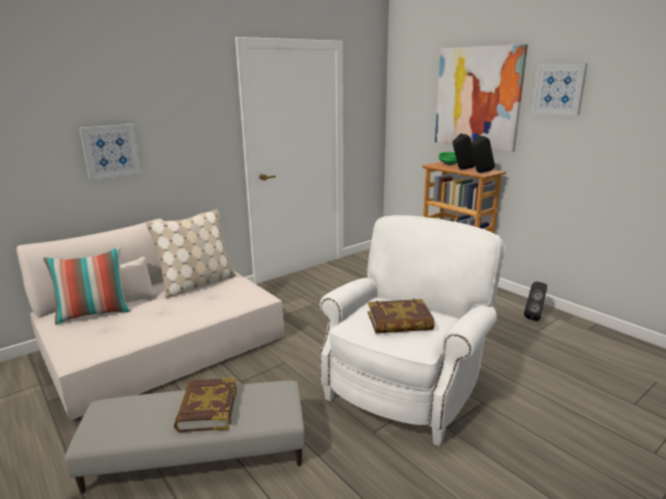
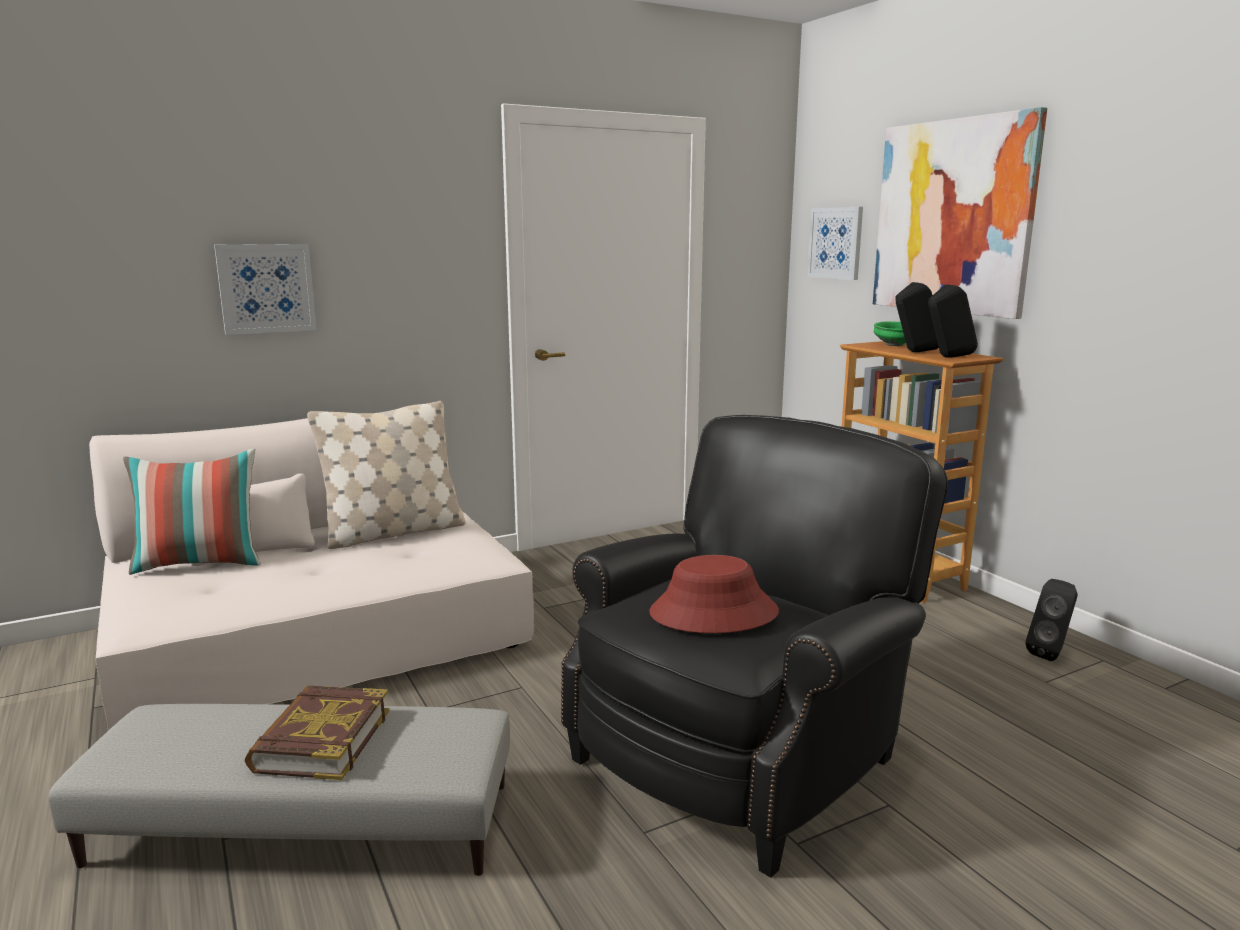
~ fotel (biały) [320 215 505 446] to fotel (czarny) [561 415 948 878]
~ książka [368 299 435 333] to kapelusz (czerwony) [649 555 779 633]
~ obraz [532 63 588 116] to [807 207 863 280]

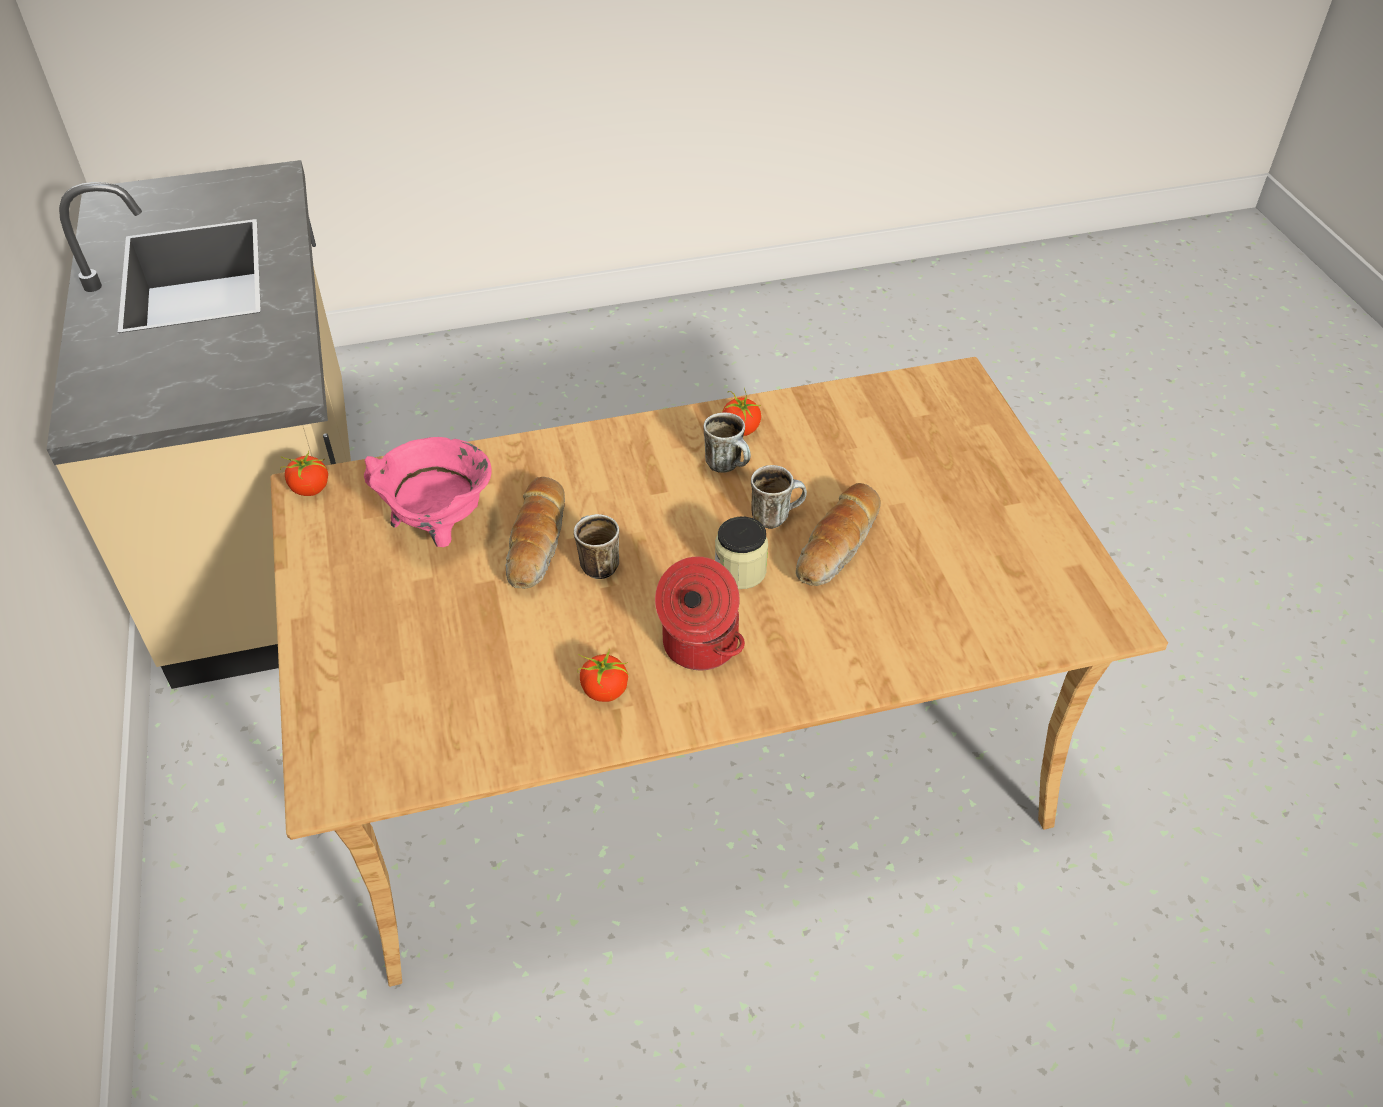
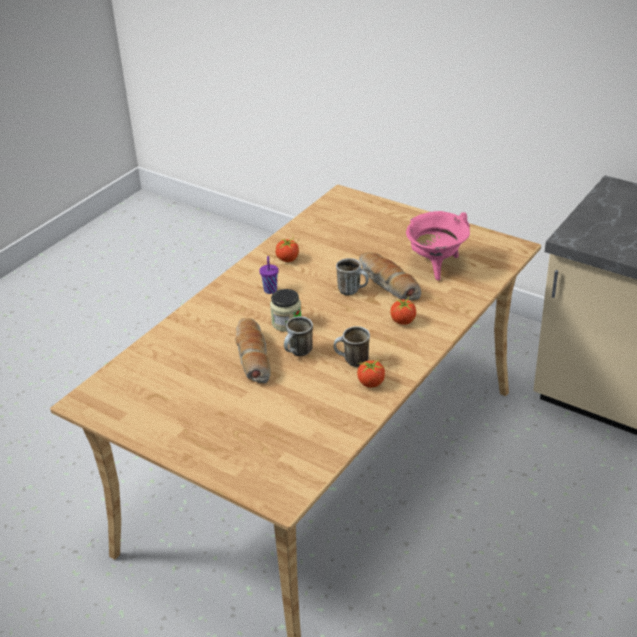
~ garnek [655 556 745 670] to filiżanka (fioletowy) [259 256 279 294]
~ pomidor [280 451 328 496] to [390 294 416 325]

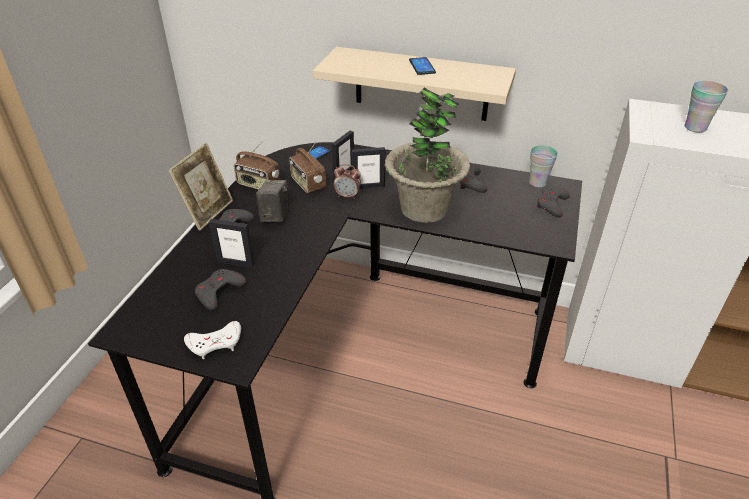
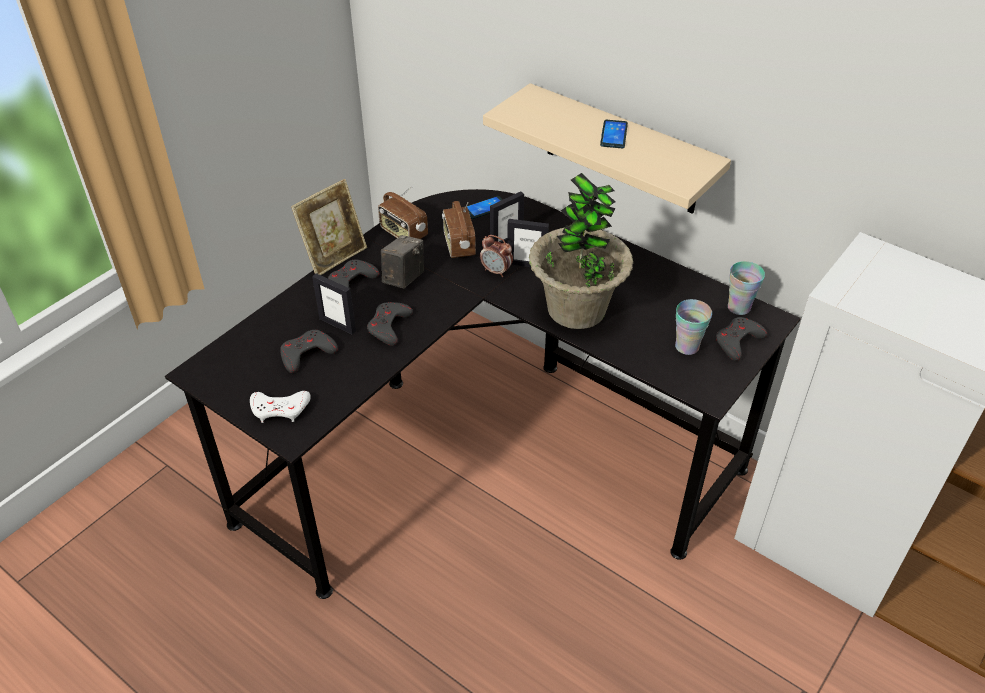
~ pad do gier (szary) [460 166 487 193] to [367 302 413 346]
~ filiżanka [685 81 728 133] to [675 299 712 355]

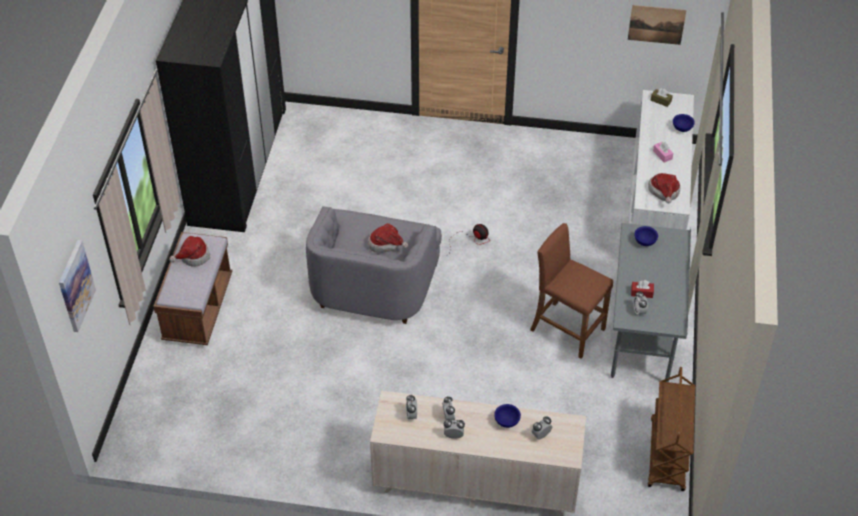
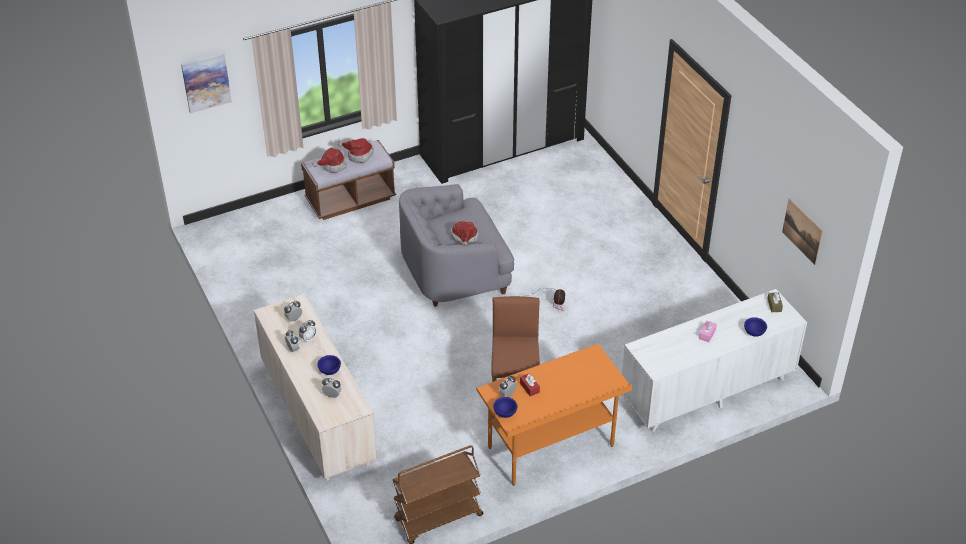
~ kapelusz [648 173 680 203] to [312 147 347 173]
~ biurko (szary) [611 223 691 382] to biurko (pomarańczowy) [476 344 632 486]
~ miska (niebieski) [635 226 658 246] to [493 397 518 418]

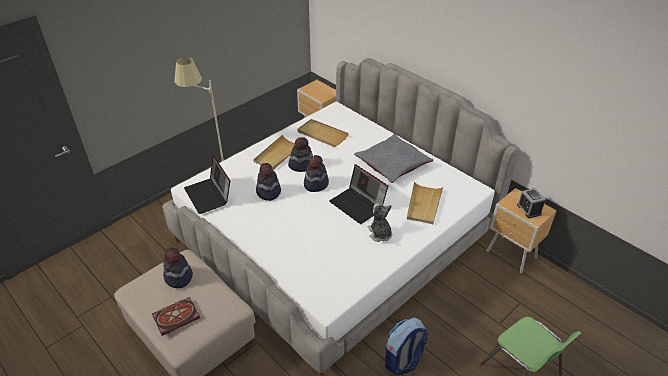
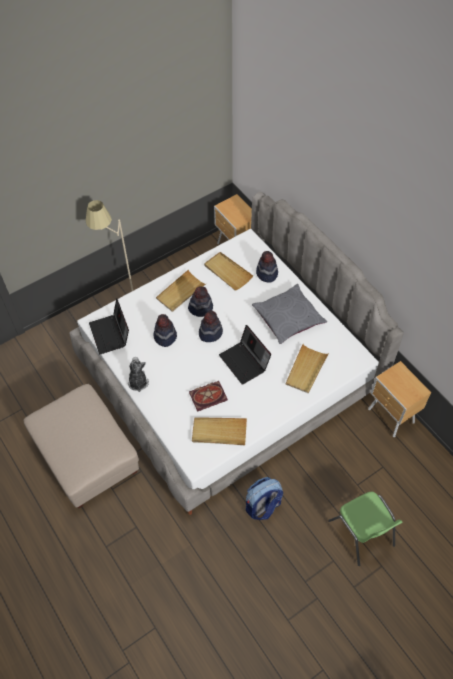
~ pluszak [368 203 392 242] to [128 357 149 392]
~ książka [152 297 200 336] to [189 381 228 412]
+ taca (beżowy) [192 417 247 445]
~ kapelusz [163 247 193 288] to [256 251 278 283]
- budzik [517 188 546 218]

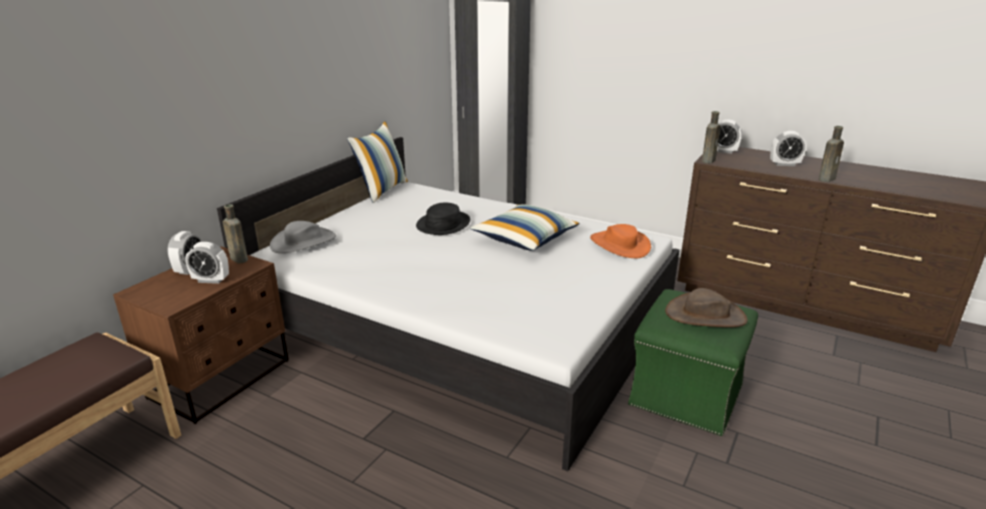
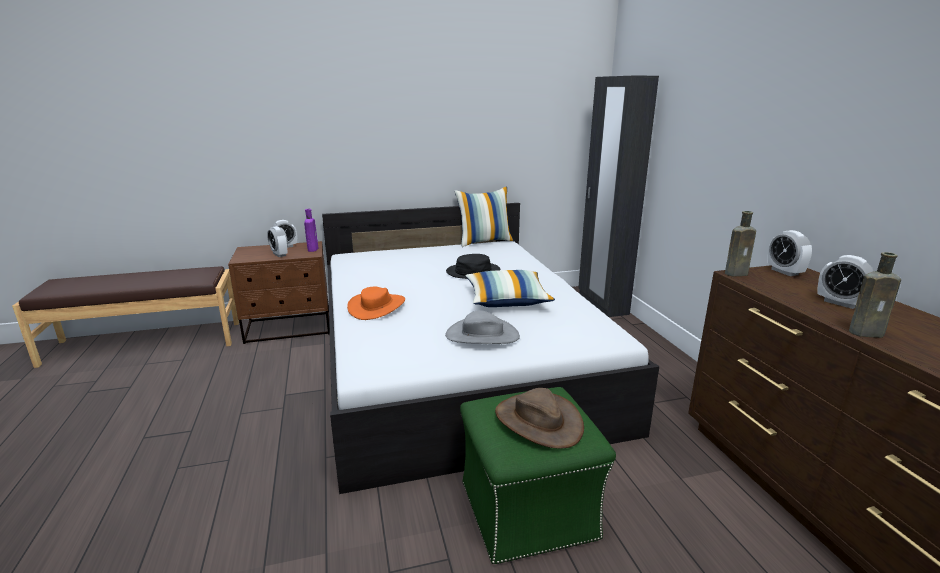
~ butelka (brązowy) [223 204 248 263] to butelka (fioletowy) [304 209 318 252]
~ kapelusz (pomarańczowy) [590 224 651 258] to [347 287 405 320]
~ kapelusz (szary) [270 221 336 253] to [445 310 520 344]

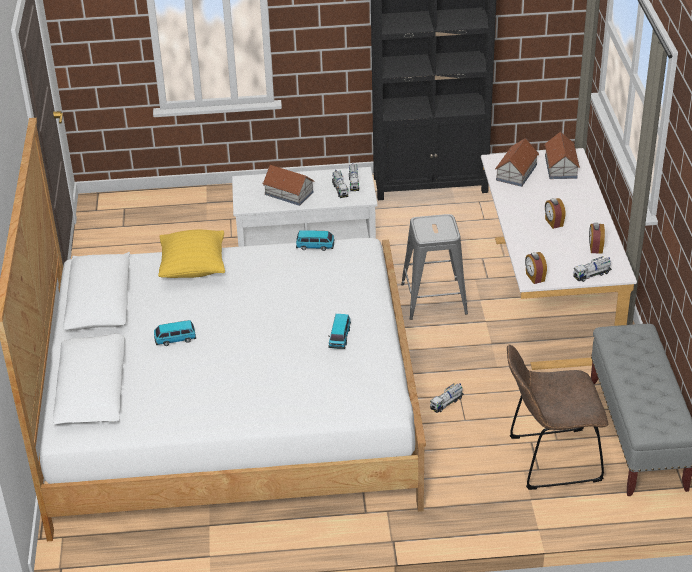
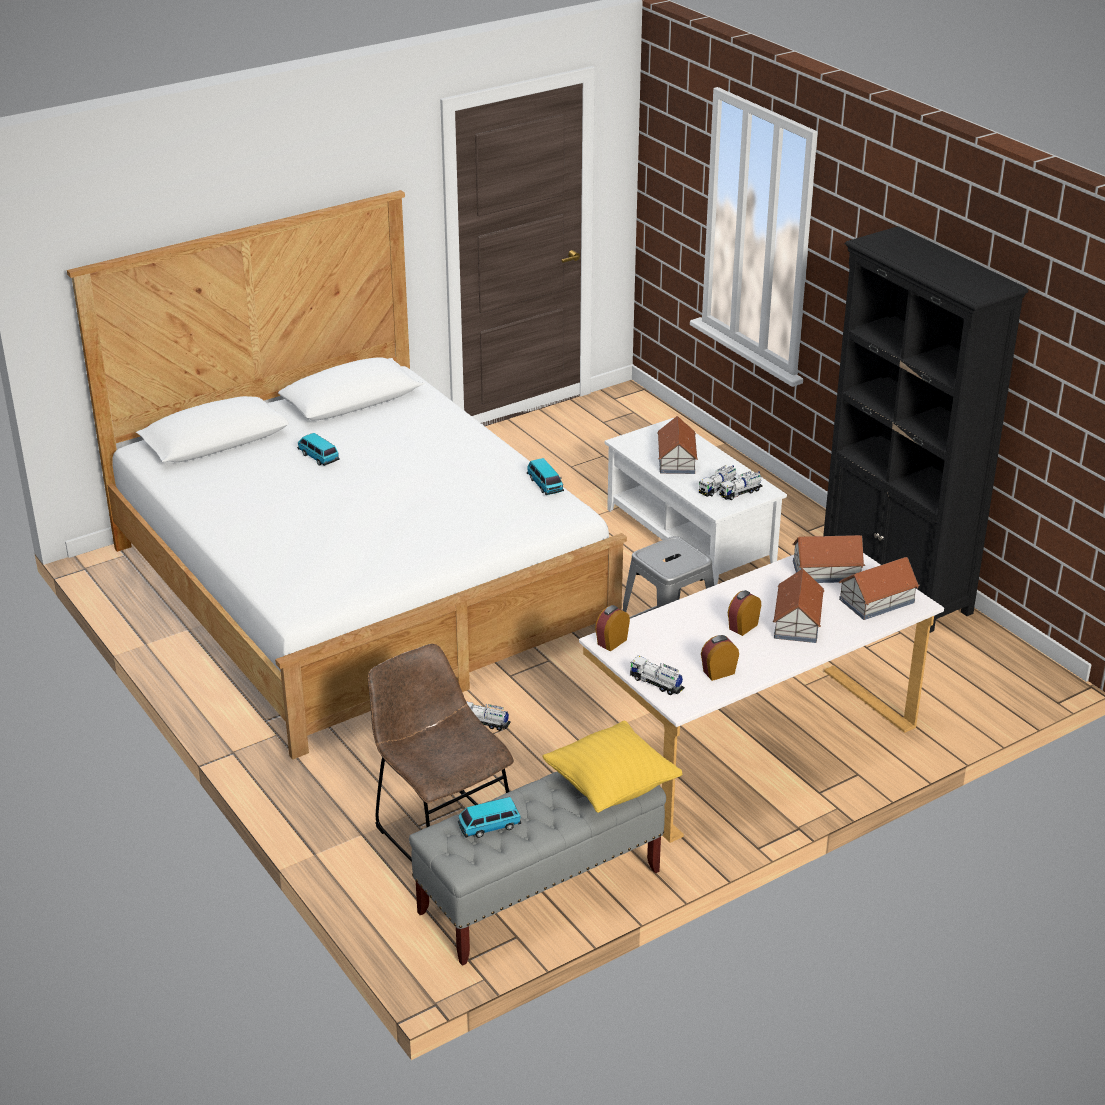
~ samochodzik [328 314 351 349] to [458 797 521 838]
~ poduszka (żółty) [158 230 225 278] to [542 720 683 813]
+ domek [773 569 824 643]

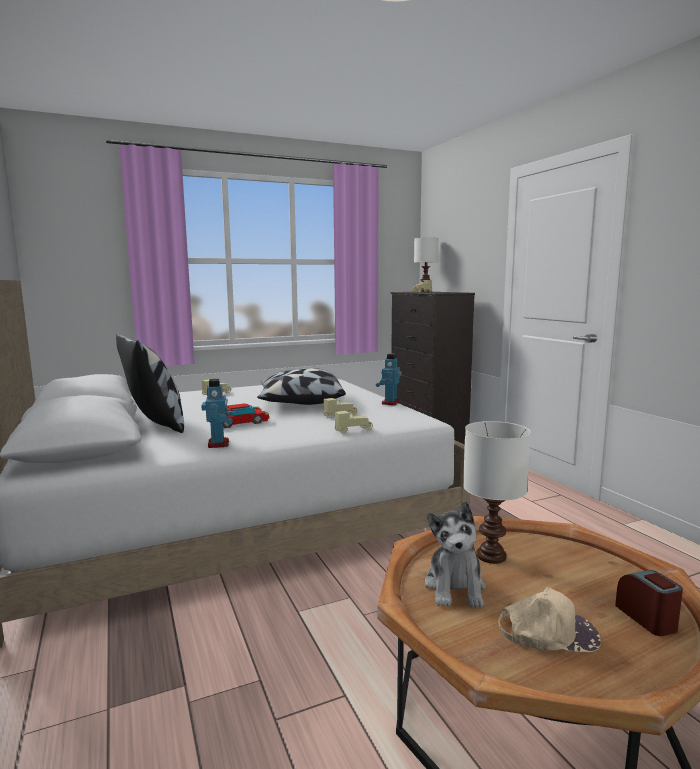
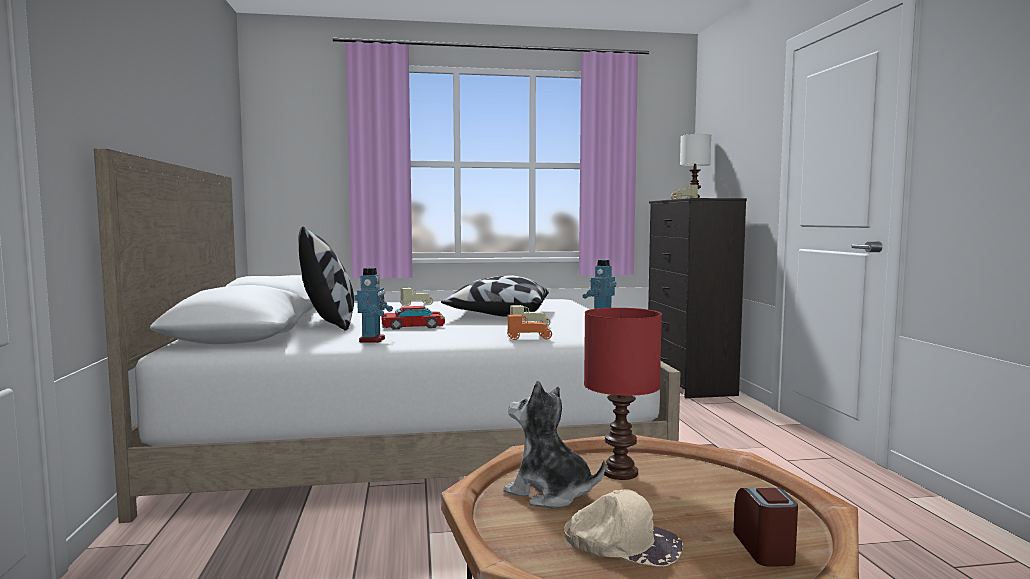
~ pluszak [425 501 486 607] = [503 381 606 508] 105 degrees clockwise
~ samochodzik (beżowy) [335 411 373 434] to samochodzik (pomarańczowy) [507 315 552 340]
~ lampa stołowa (biały) [463 421 531 564] to lampa stołowa (czerwony) [584 308 662 480]

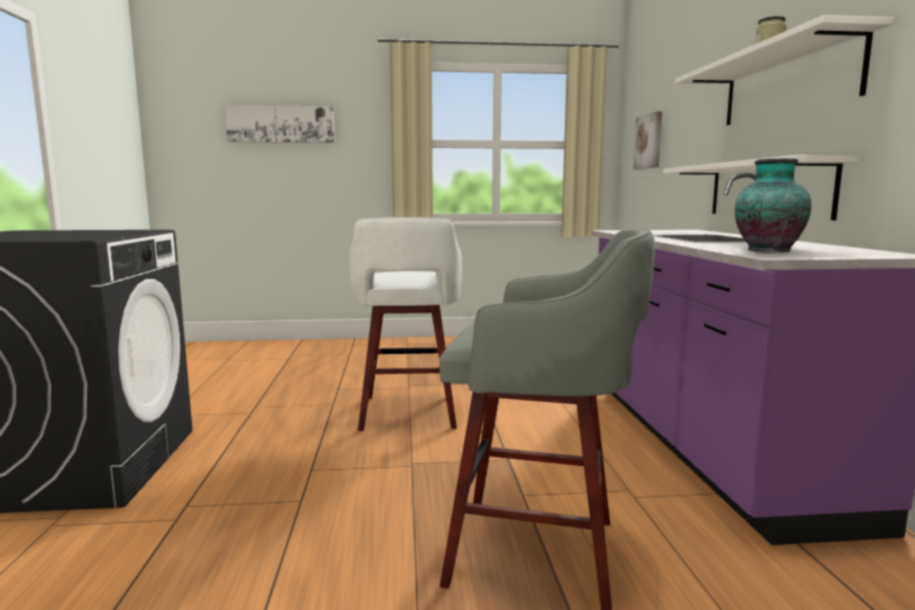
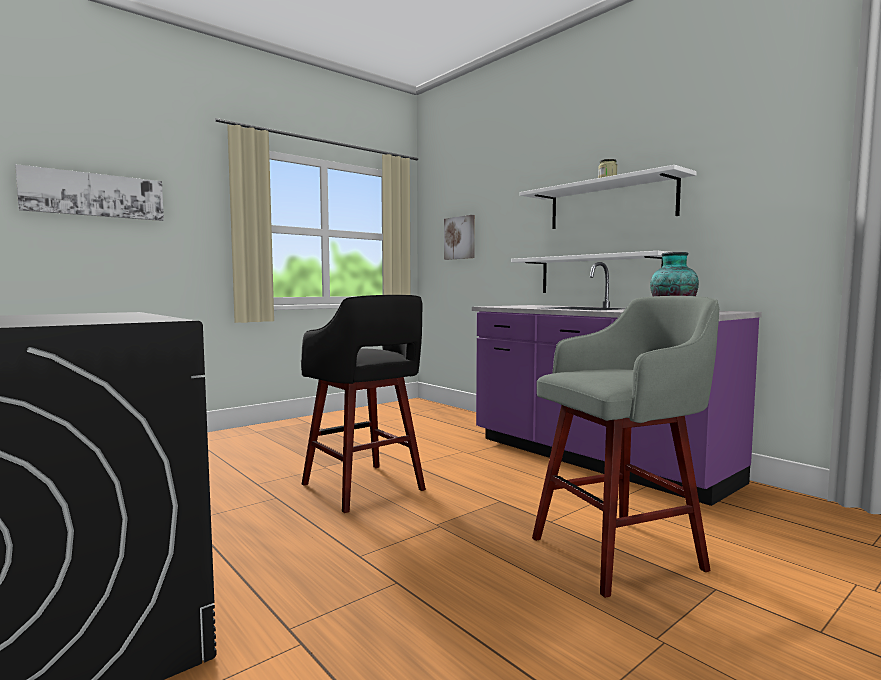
~ stołek (biały) [349 217 462 431] to stołek (czarny) [301 295 426 513]

